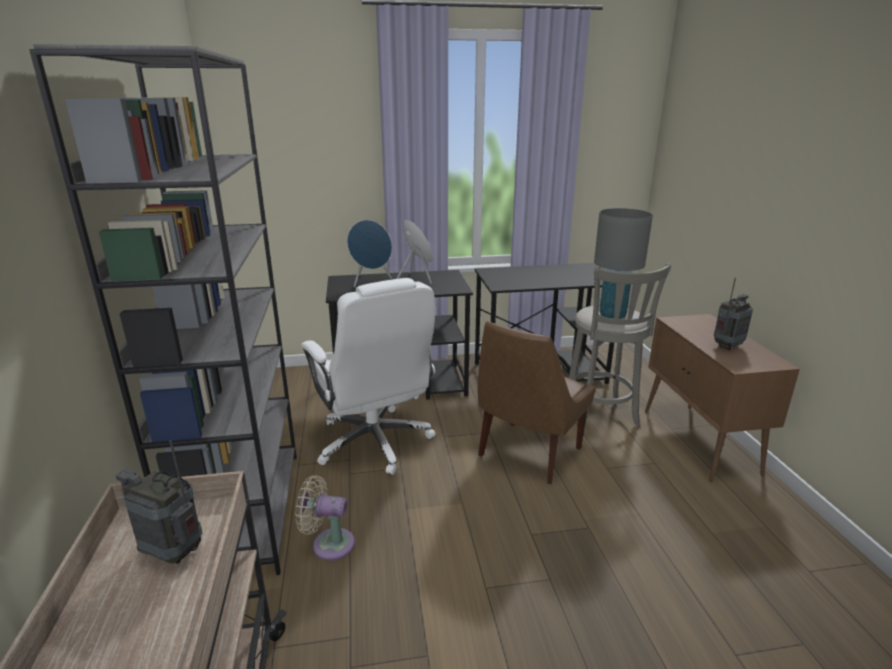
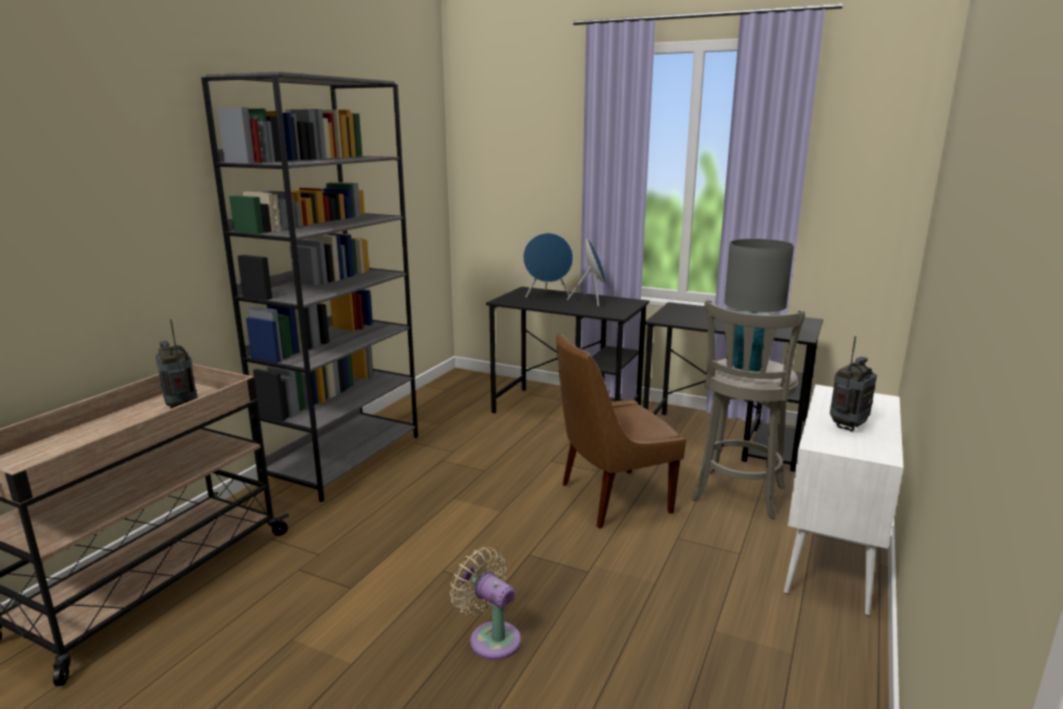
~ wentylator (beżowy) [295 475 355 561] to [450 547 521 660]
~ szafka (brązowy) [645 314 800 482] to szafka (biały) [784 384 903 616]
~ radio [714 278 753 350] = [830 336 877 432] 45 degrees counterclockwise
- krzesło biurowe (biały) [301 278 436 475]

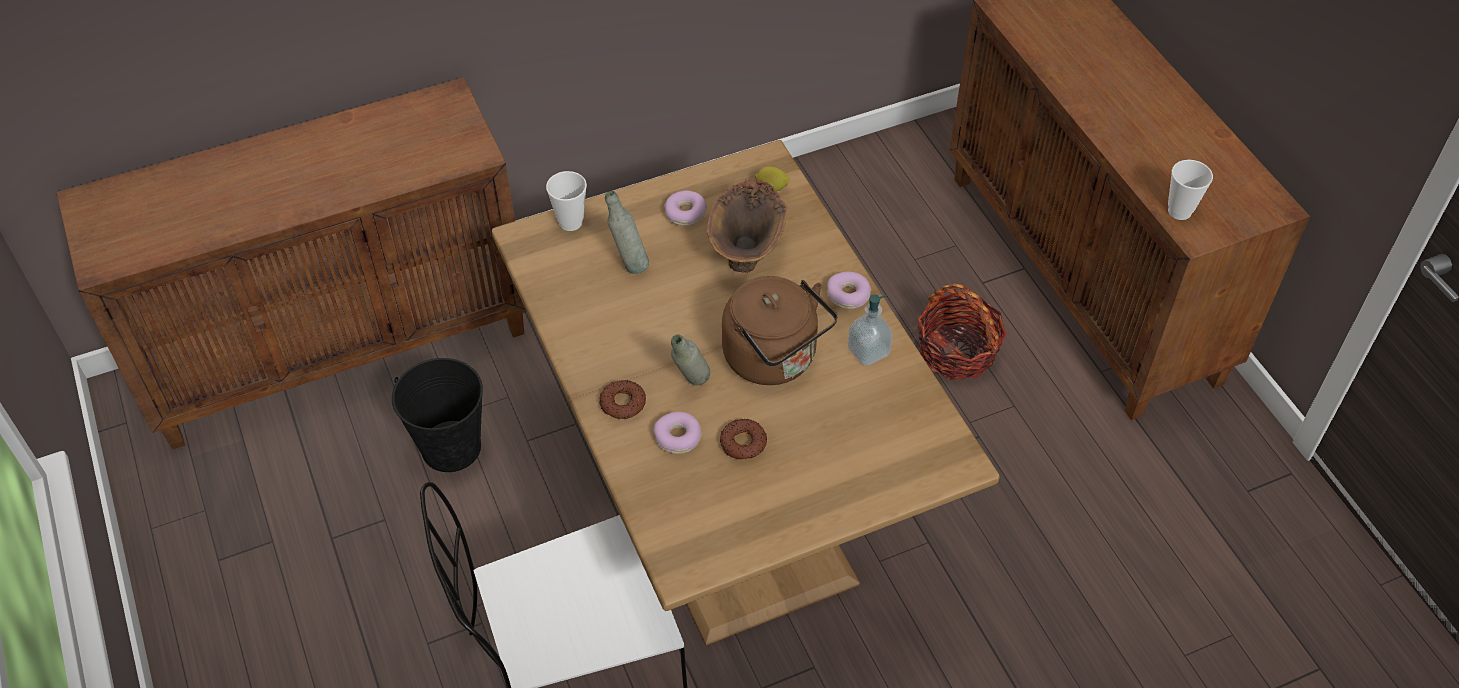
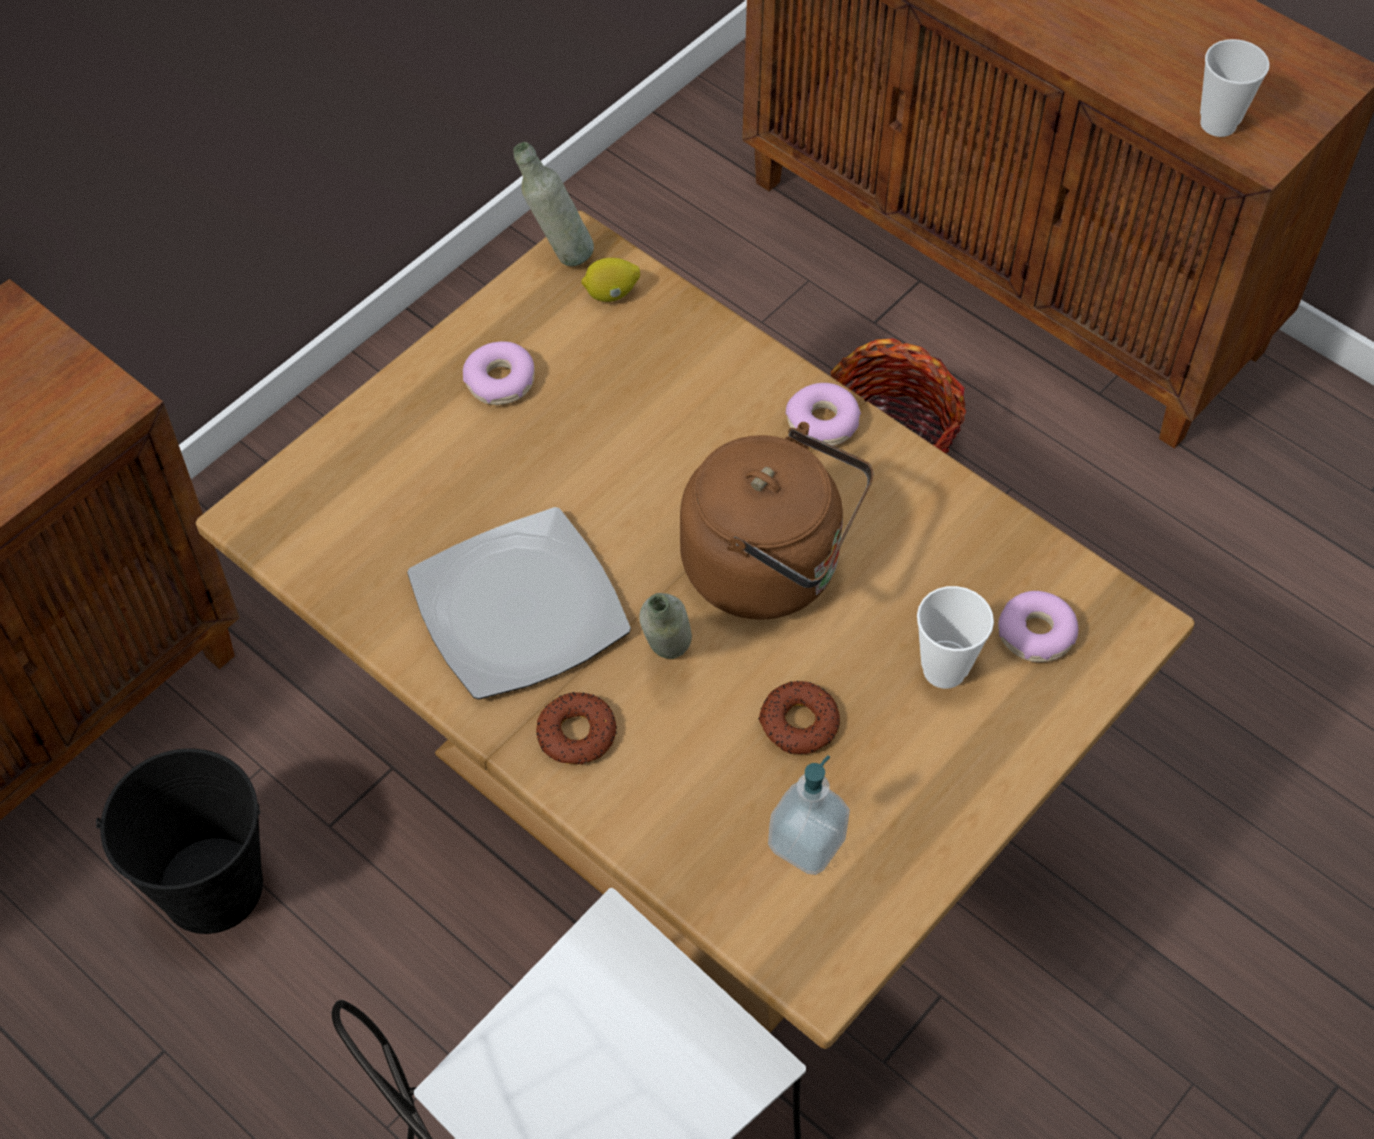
+ talerz [407 507 631 699]
~ butelka (szary) [605 191 649 274] to [513 142 594 266]
~ dozownik mydła [848 294 893 366] to [768 756 850 875]
~ filiżanka [546 171 587 231] to [917 586 994 689]
~ donut [653 412 702 454] to [998 591 1078 662]
- wazon (brązowy) [707 179 787 273]

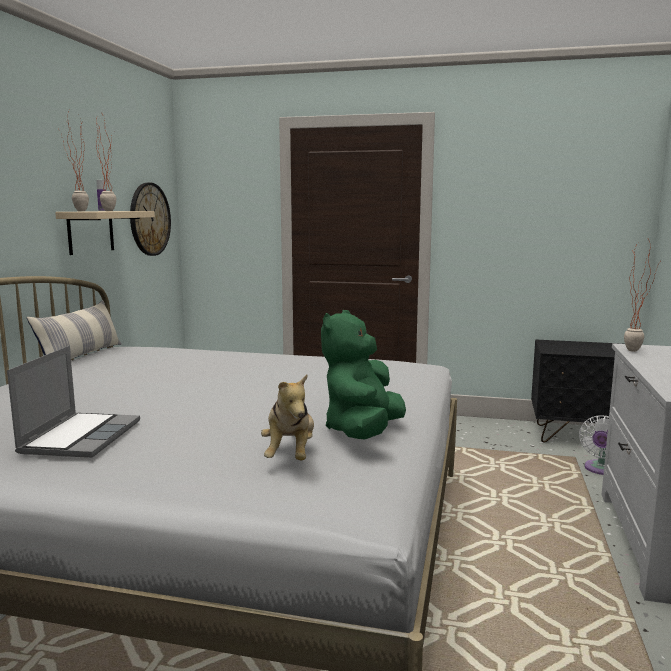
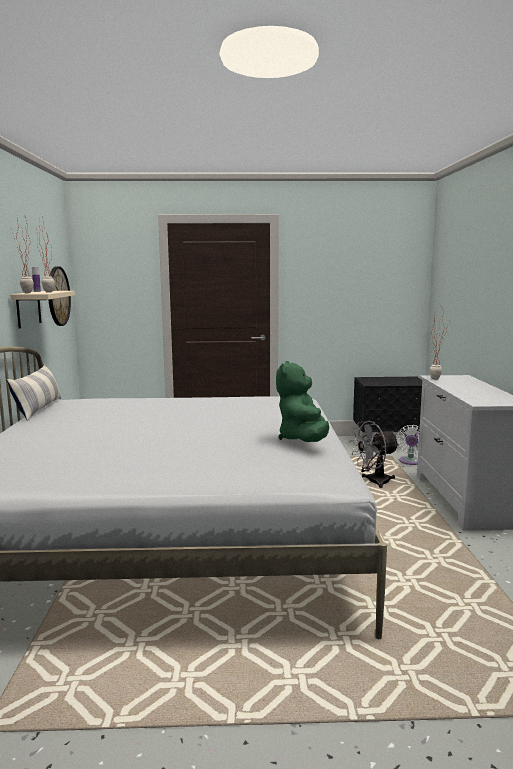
+ wentylator (szary) [349 421 400 488]
- laptop [7 346 140 458]
- pluszak [261 374 314 460]

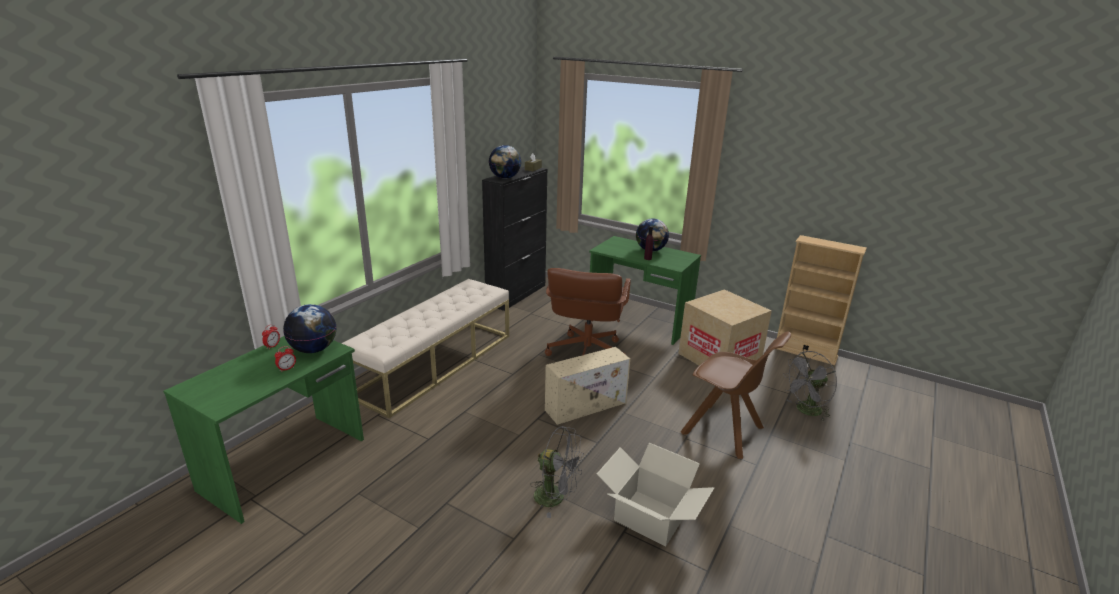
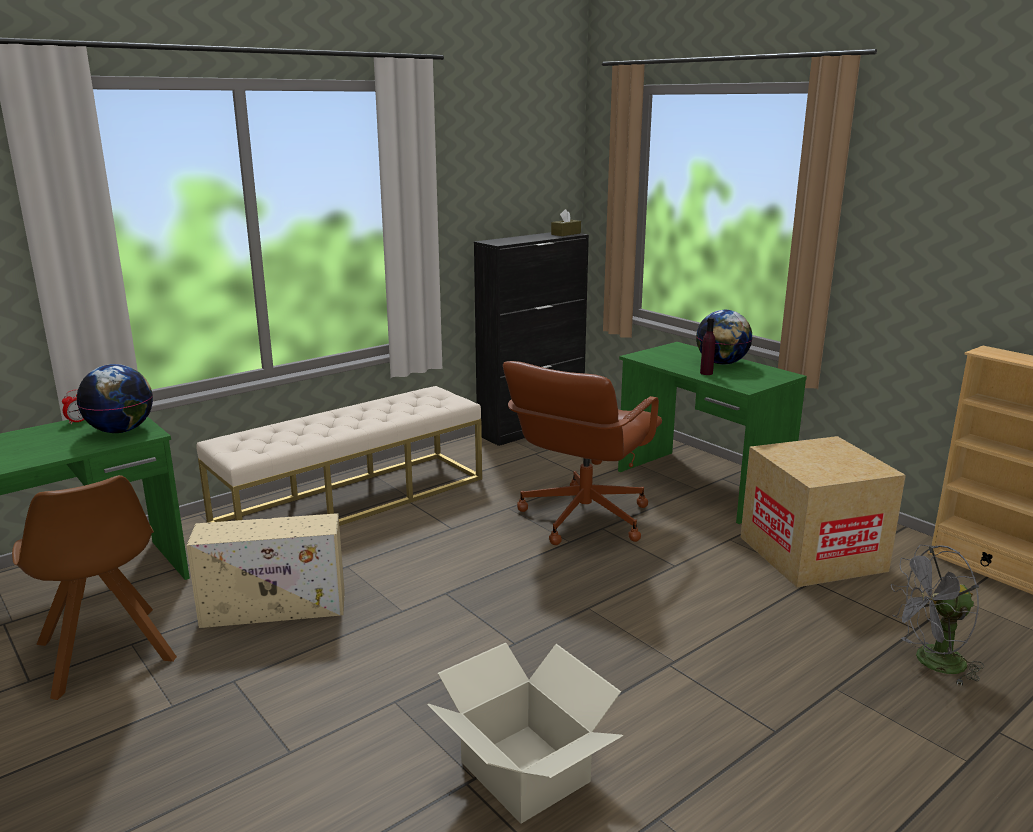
~ krzesło (brązowy) [681 331 791 459] to [12 475 177 700]
~ pojemnik do przechowywania (beżowy) [545 347 630 425] to [186 513 345 628]
- budzik [275 346 296 372]
- globus [489 145 521 179]
- wentylator (szary) [530 426 584 518]

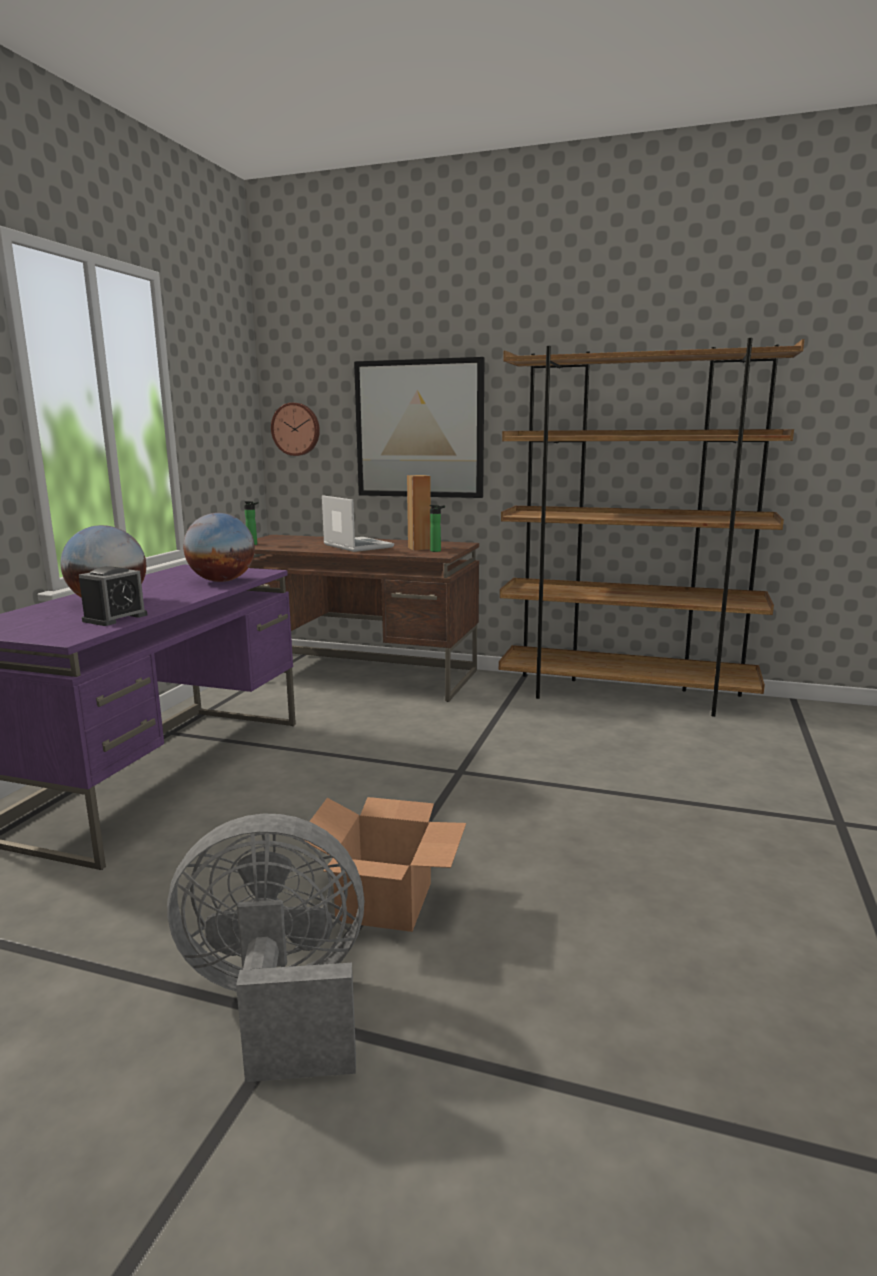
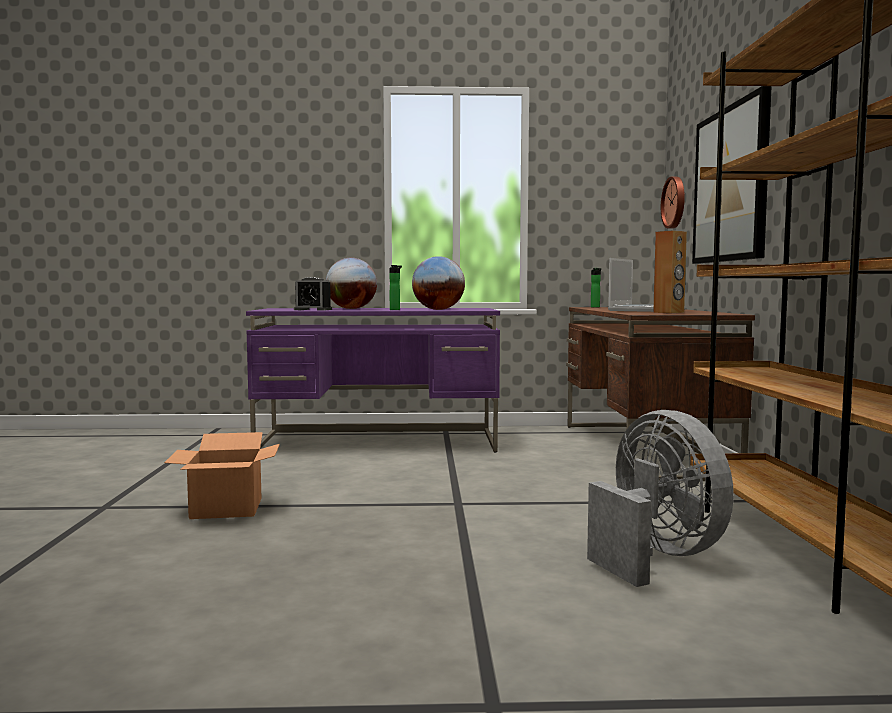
~ butelka [430 505 445 552] to [389 265 402 310]
~ wentylator (szary) [167 814 365 1082] to [587 410 734 587]

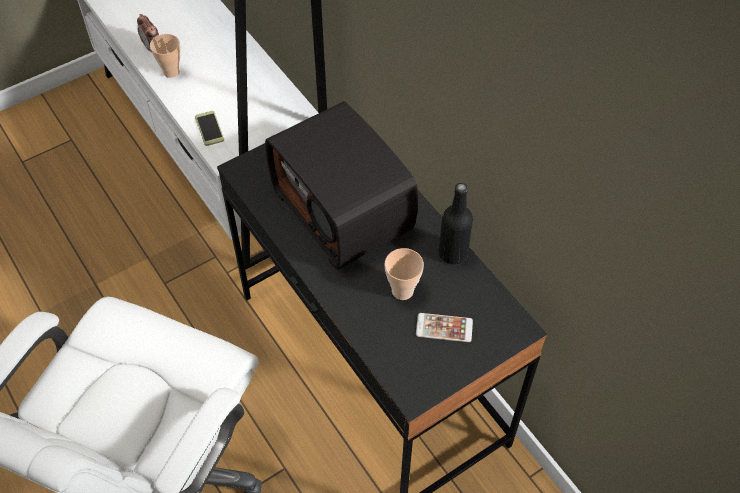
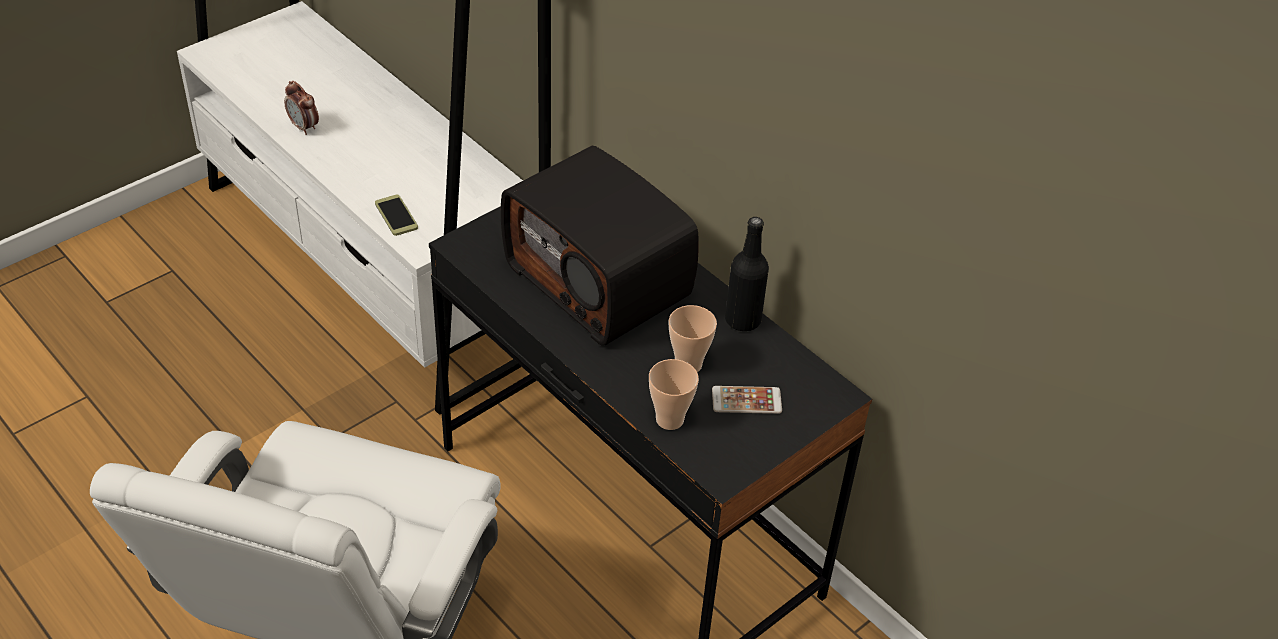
~ filiżanka [150 34 181 78] to [649 359 699 430]

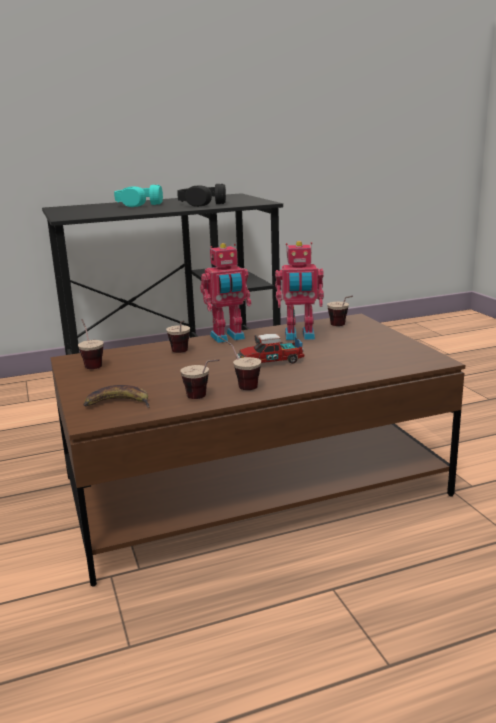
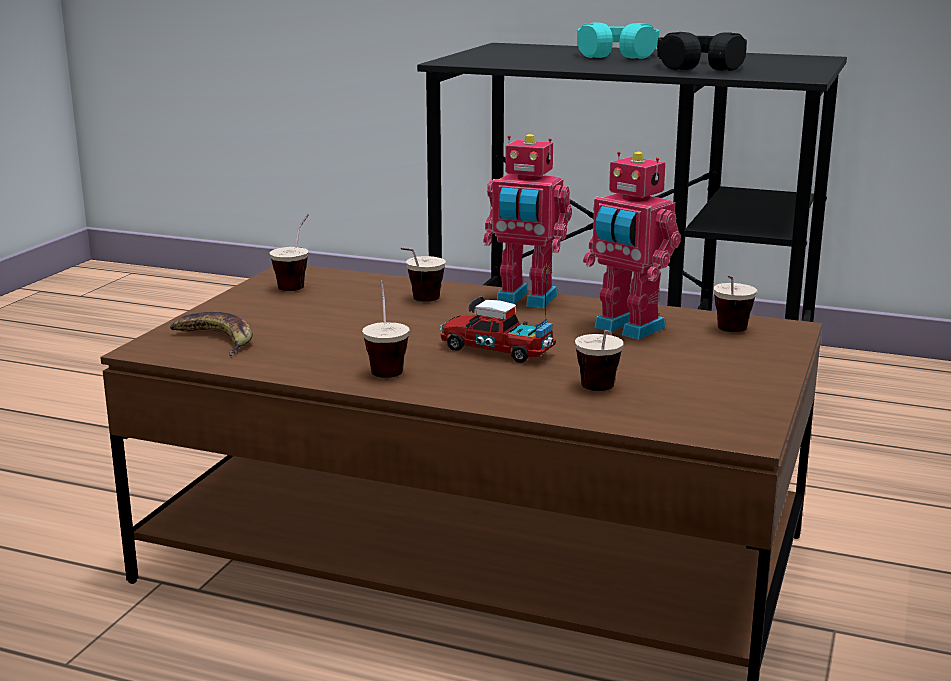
~ filiżanka [180 359 220 399] to [575 330 623 391]

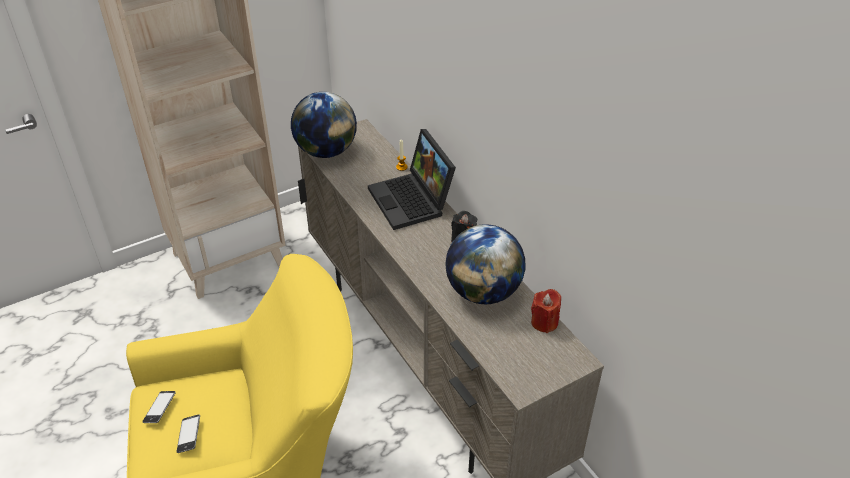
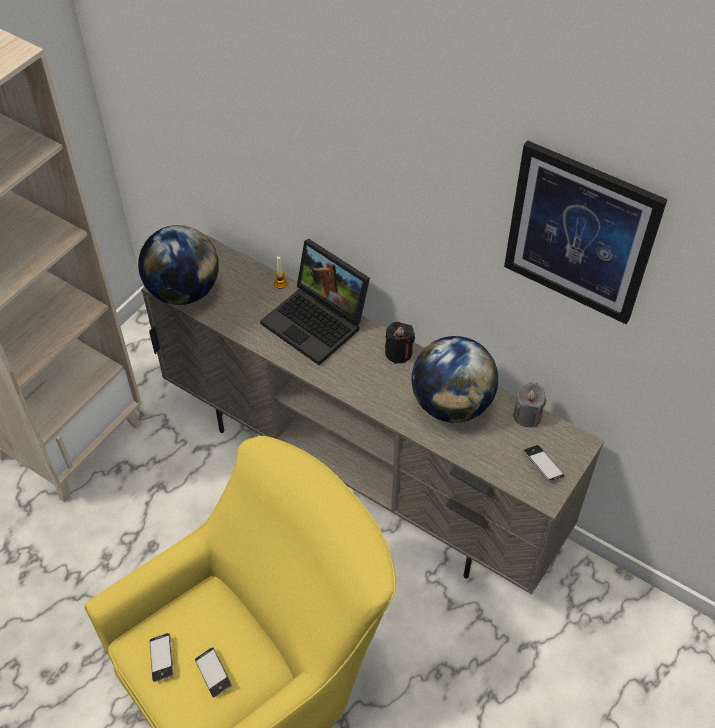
+ obraz [504 140 668 324]
~ świeca (czerwony) [531 289 561 333] to świeca (szary) [514 382 547 427]
+ telefon [523 445 565 482]

